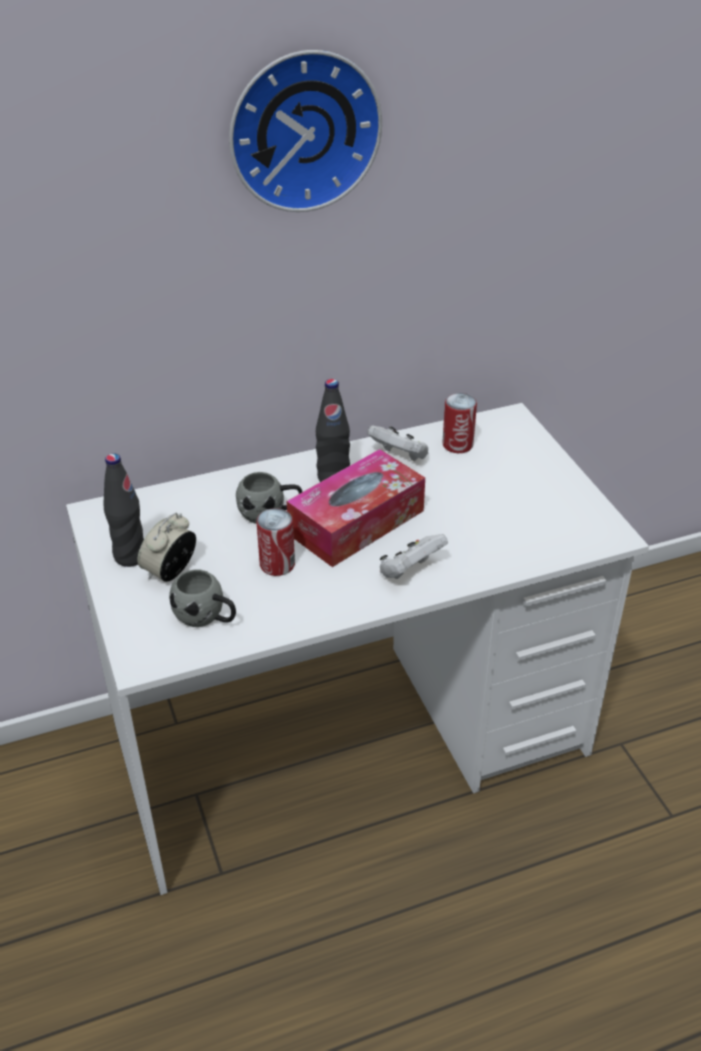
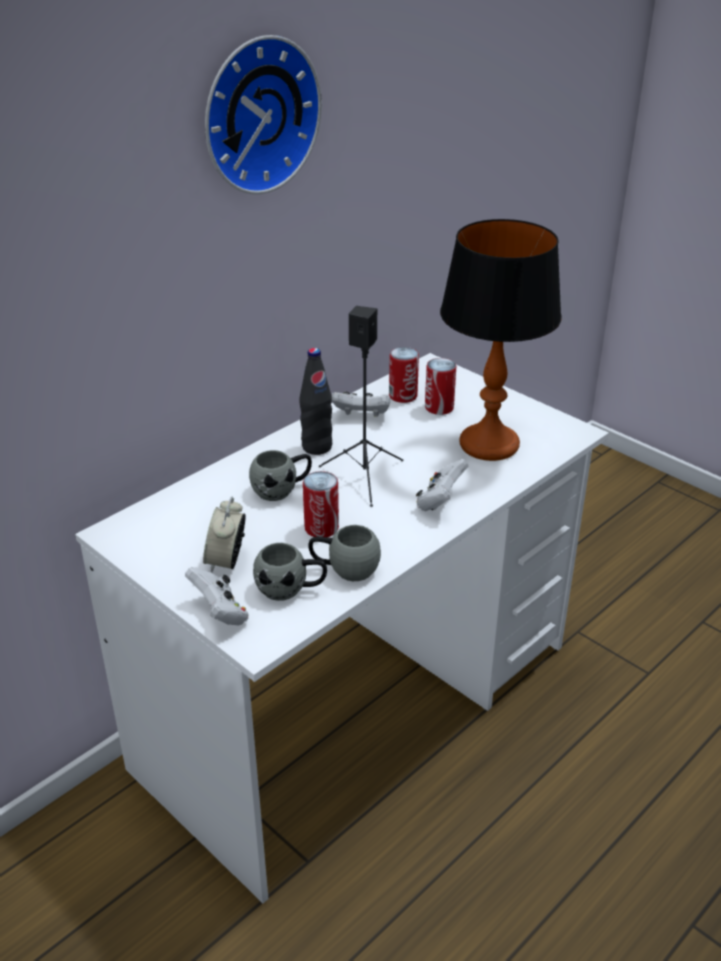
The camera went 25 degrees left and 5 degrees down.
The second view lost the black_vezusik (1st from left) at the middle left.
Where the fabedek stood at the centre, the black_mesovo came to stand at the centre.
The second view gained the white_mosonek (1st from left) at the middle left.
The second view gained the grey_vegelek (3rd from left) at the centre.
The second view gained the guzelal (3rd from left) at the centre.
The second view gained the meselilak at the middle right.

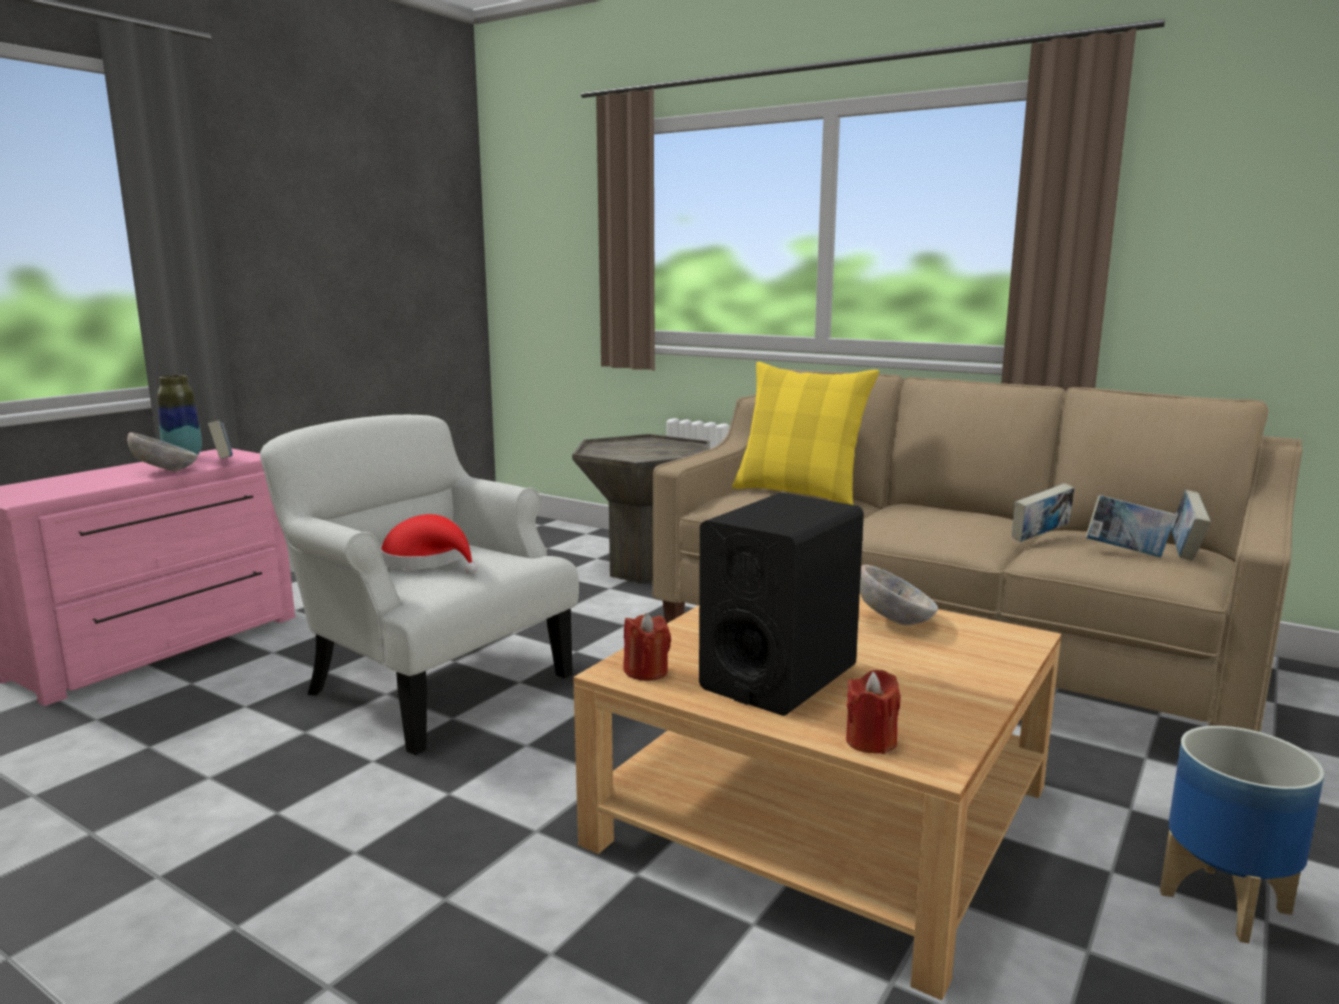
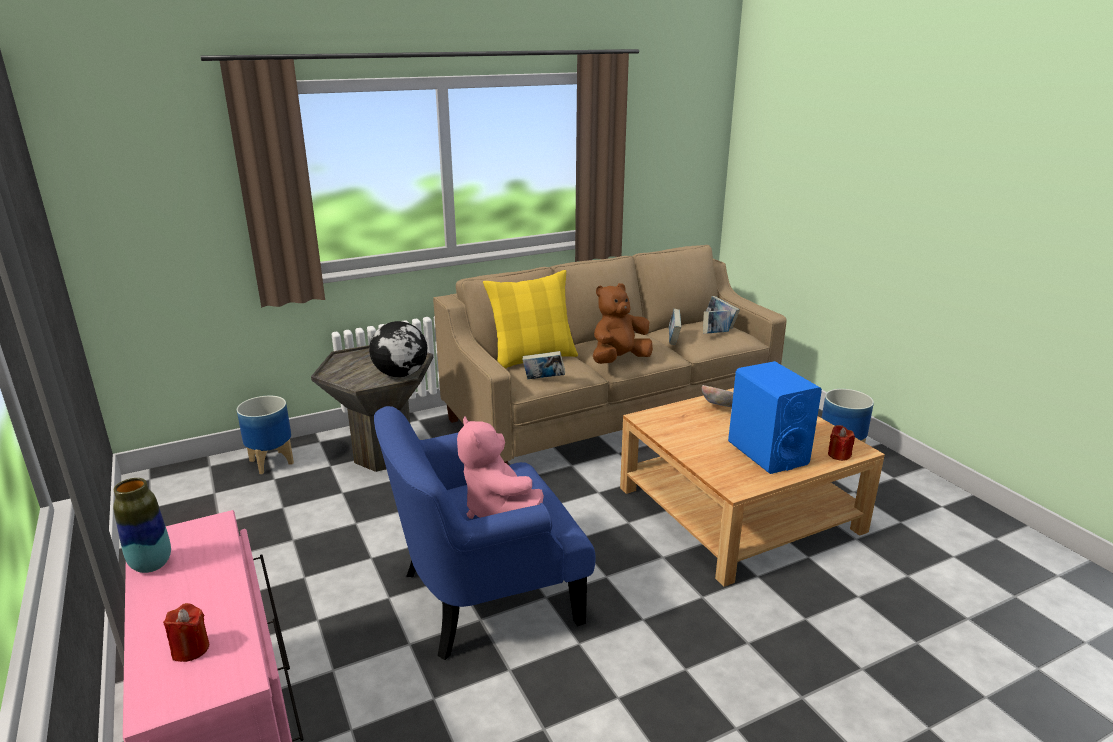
The camera went 60 degrees left and 10 degrees up.
The second view lost the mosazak (1st from left) at the middle left.
The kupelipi (1st from left) ended up elsewhere, having gone from the middle left to the centre.
What was the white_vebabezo at the middle left turned into the blue_vebabezo at the bottom centre.
Where the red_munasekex stood at the middle left, the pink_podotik came to stand at the centre.
The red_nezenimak (1st from left) ended up elsewhere, having gone from the centre to the bottom left.
What was the black_mesovo at the centre turned into the blue_mesovo at the middle right.
The second view gained the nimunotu (1st from left) at the middle left.
The second view gained the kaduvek at the centre.
The second view gained the brown_podotik at the centre.

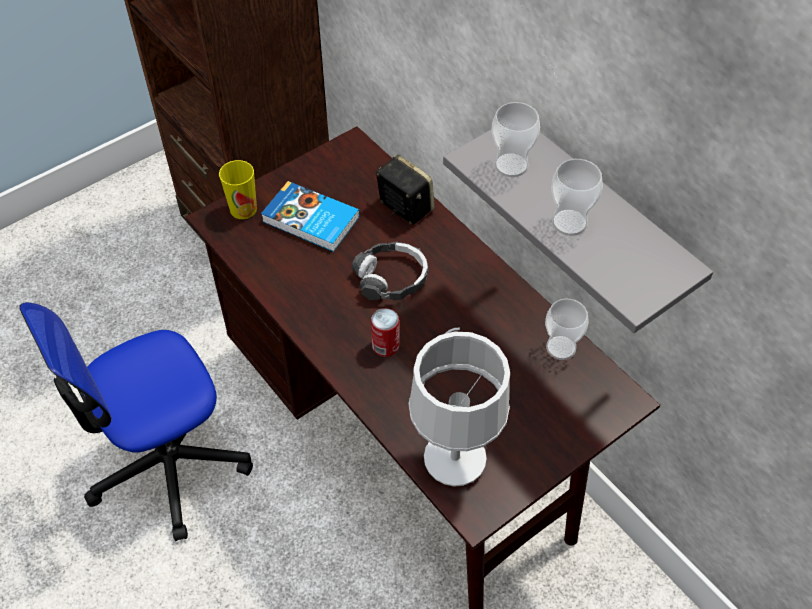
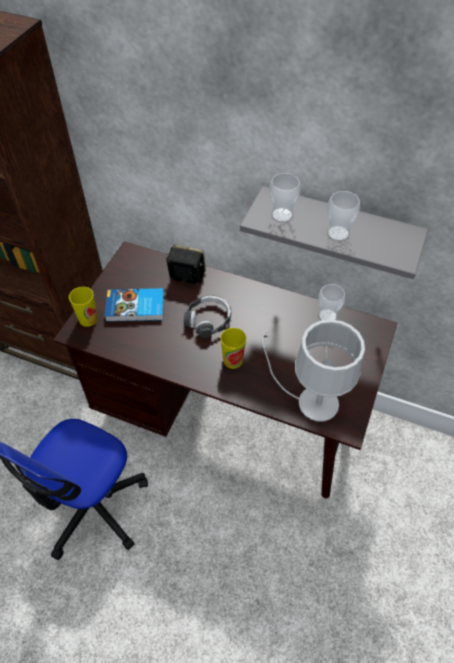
The camera went 30 degrees left and 0 degrees up.
Where the guzelal stood at the centre, the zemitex (2nd from left) came to stand at the centre.

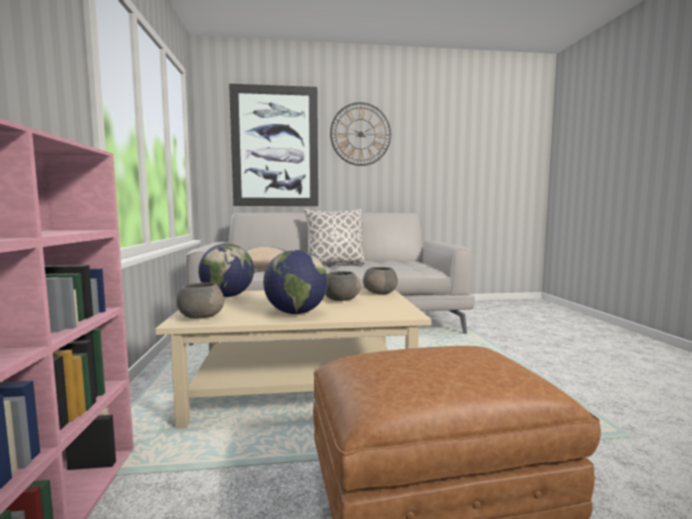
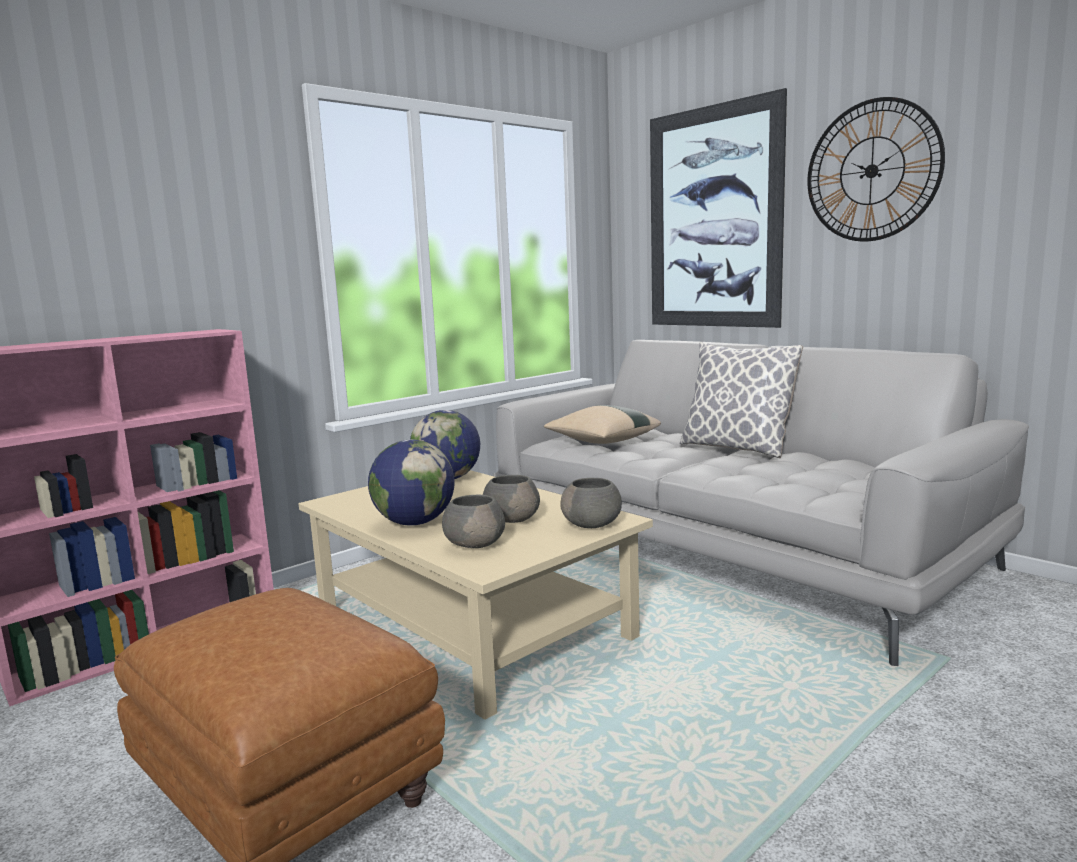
The camera went 55 degrees right and 5 degrees up.
The grey_mosazak (1st from left) ended up elsewhere, having gone from the middle left to the centre.

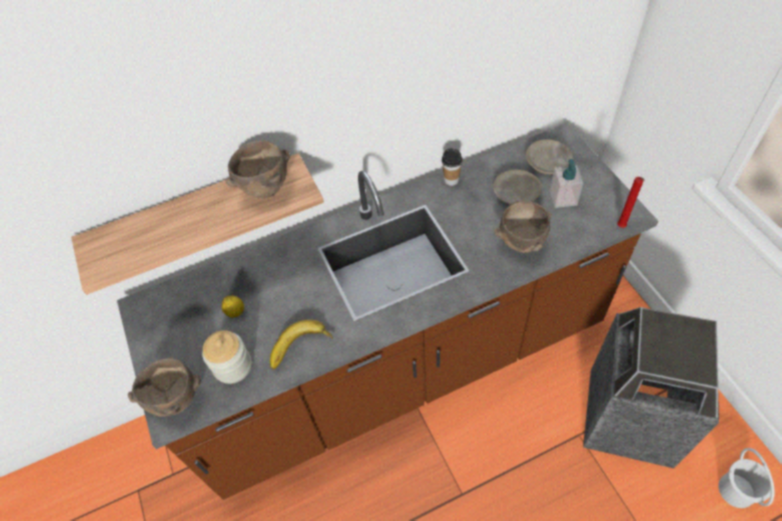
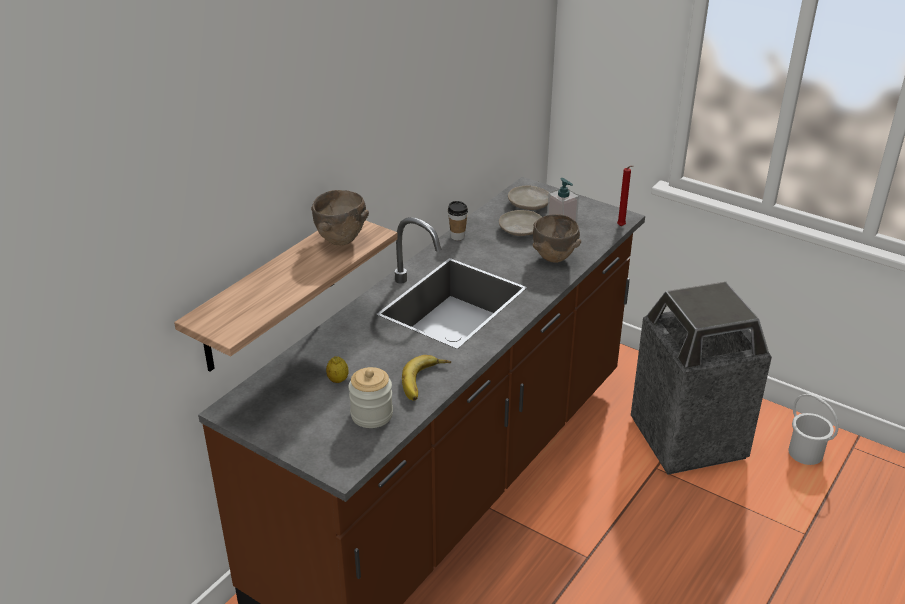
The camera went 35 degrees left and 20 degrees down.
The second view lost the brown_mosazak (1st from left) at the bottom left.

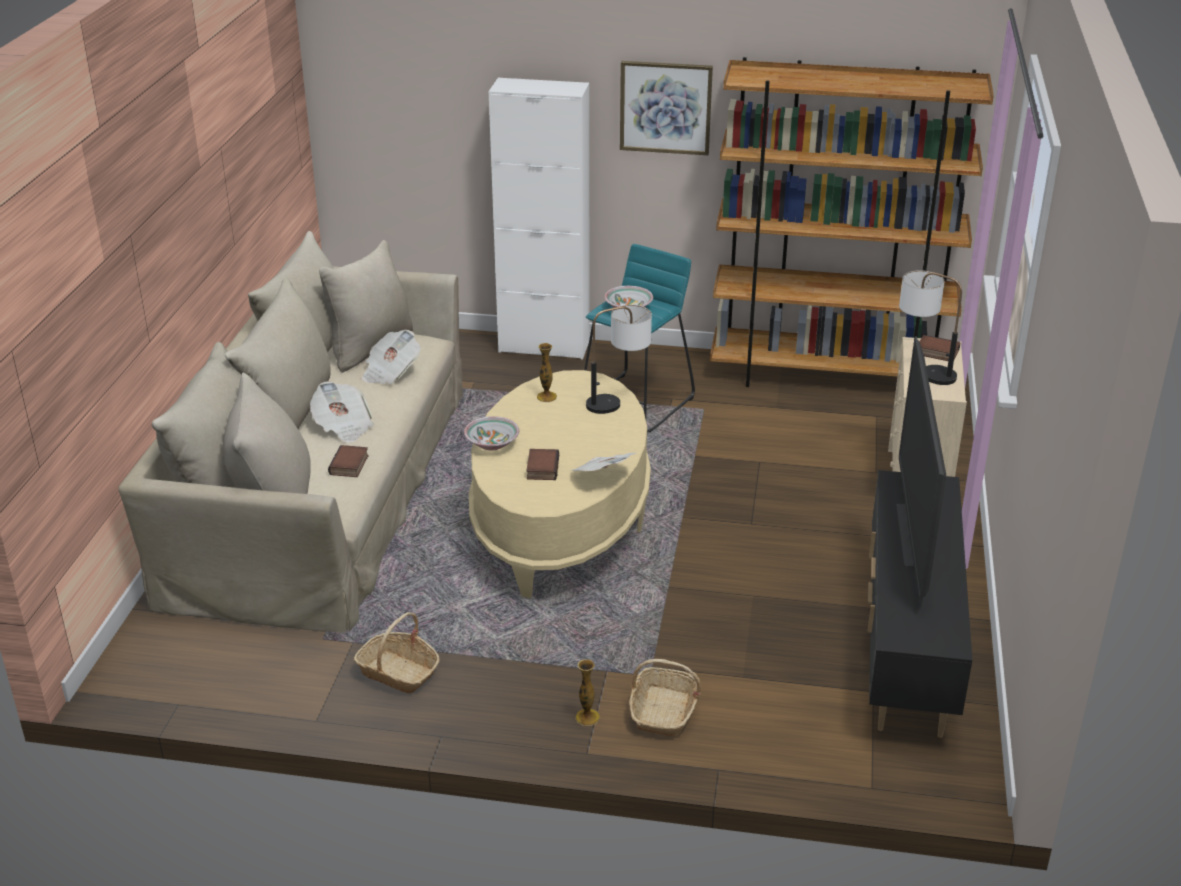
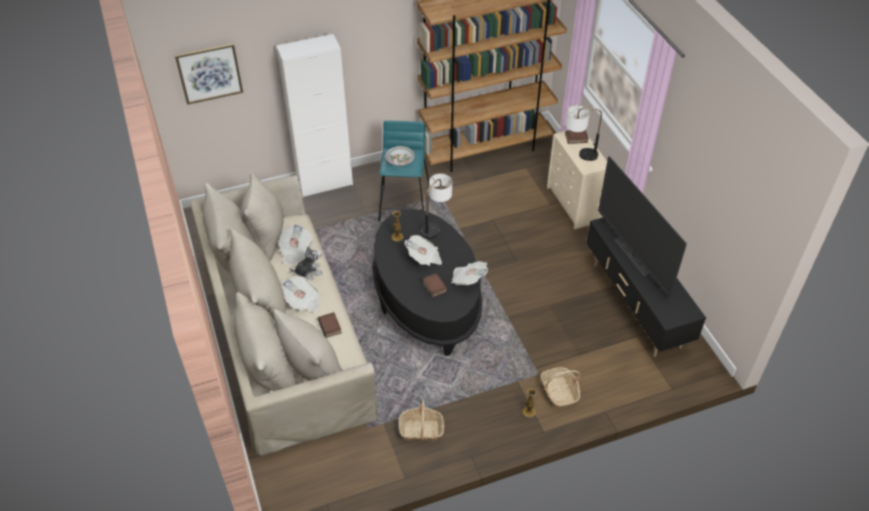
The camera went 30 degrees left and 15 degrees up.
The second view lost the mosazak (1st from left) at the centre.
What was the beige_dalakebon at the centre turned into the black_dalakebon at the centre.
The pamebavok ended up elsewhere, having gone from the top centre to the top left.
The second view gained the podotik at the centre.
The second view gained the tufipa (3rd from left) at the centre.

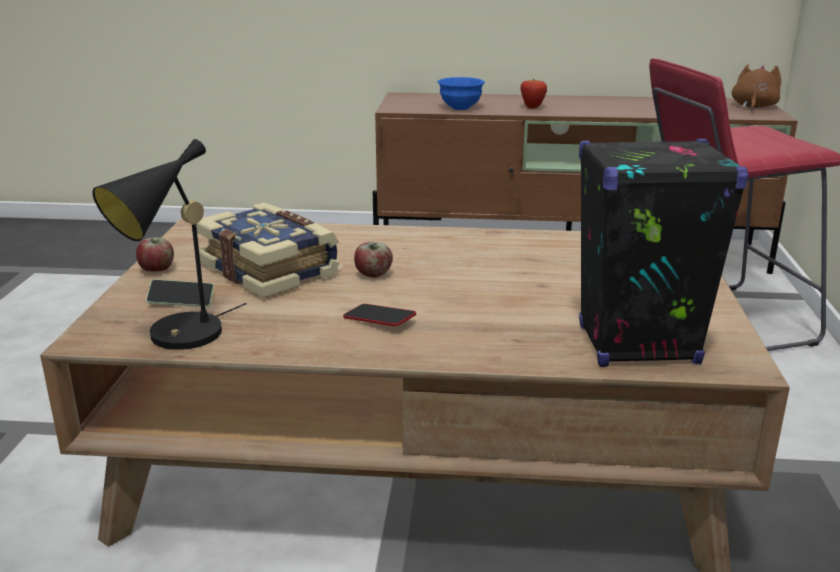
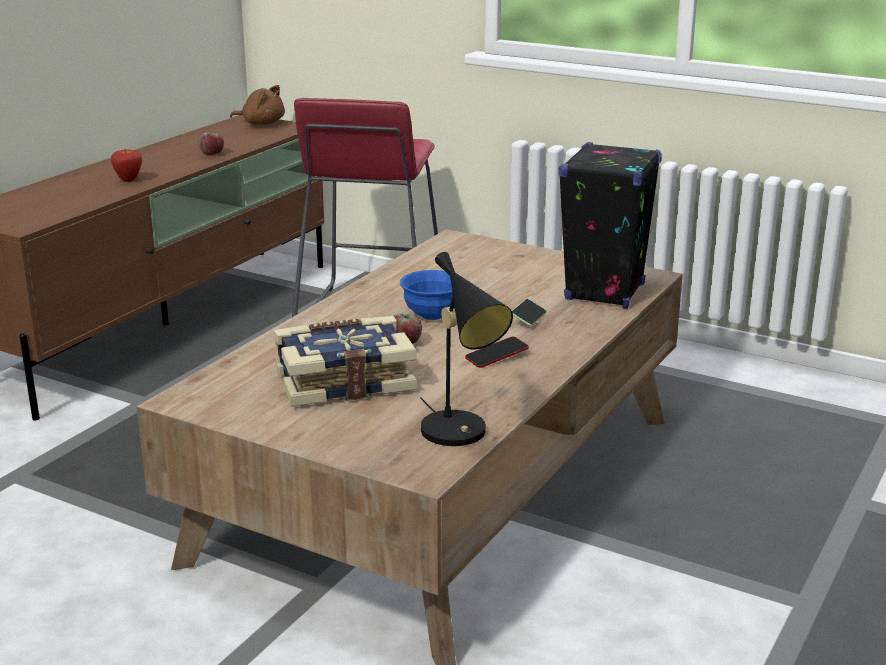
The camera went 65 degrees left and 0 degrees up.
The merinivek (1st from left in the first image) ended up elsewhere, having gone from the middle left to the top left.
The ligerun (1st from left in the first image) ended up elsewhere, having gone from the middle left to the centre.
The blue_mosazak ended up elsewhere, having gone from the top centre to the centre.
The brown_podotik at the top right ended up facing another way, 150 degrees clockwise from before.

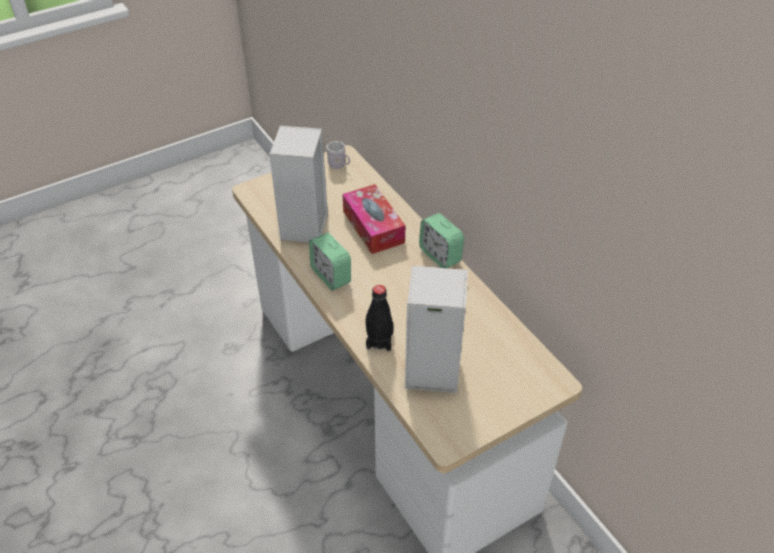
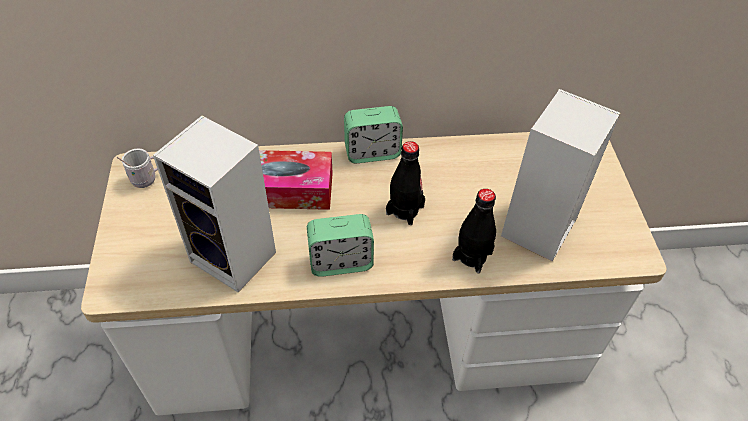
The camera went 65 degrees left and 5 degrees up.
The second view gained the black_vezusik (1st from left) at the centre.

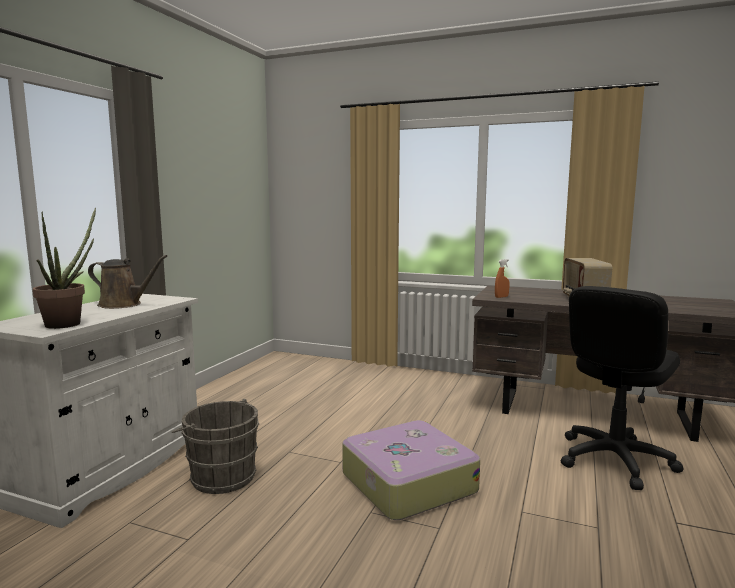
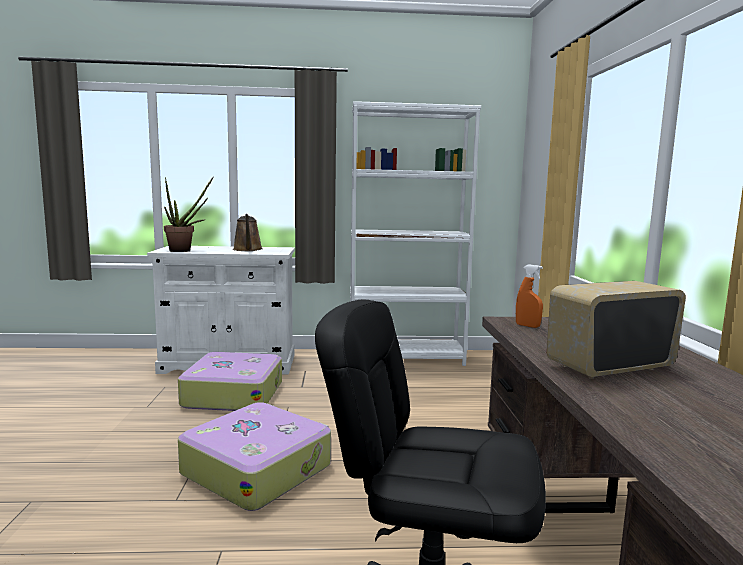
The camera went 65 degrees right and 0 degrees up.
Where the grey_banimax stood at the bottom left, the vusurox (1st from left) came to stand at the bottom left.
The second view gained the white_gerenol at the centre.

